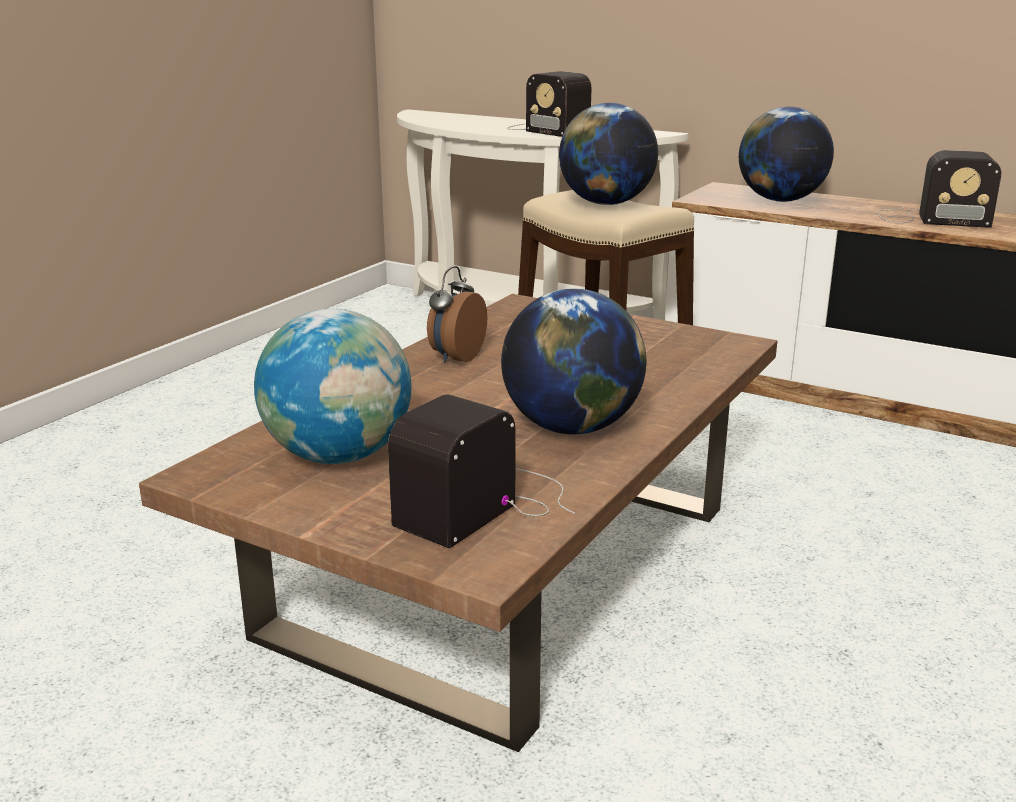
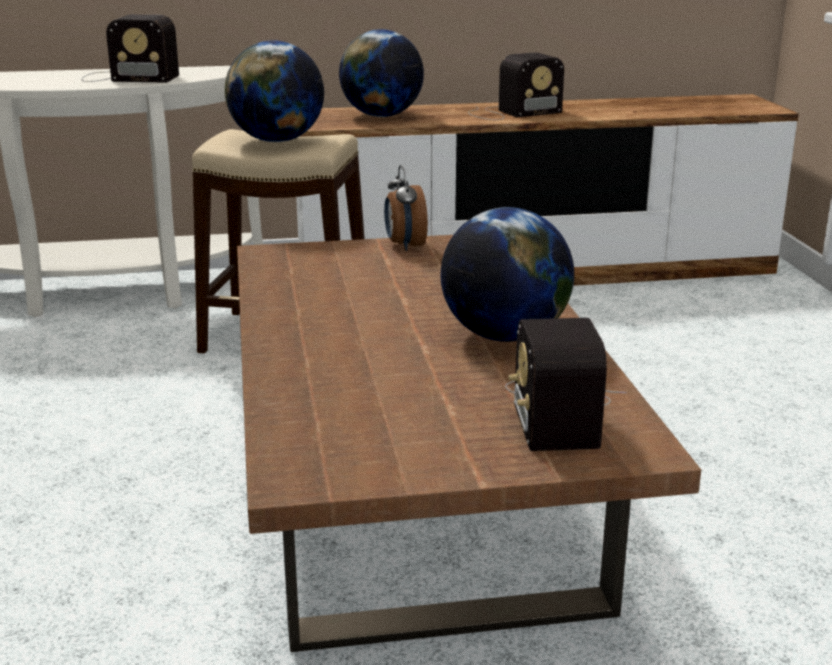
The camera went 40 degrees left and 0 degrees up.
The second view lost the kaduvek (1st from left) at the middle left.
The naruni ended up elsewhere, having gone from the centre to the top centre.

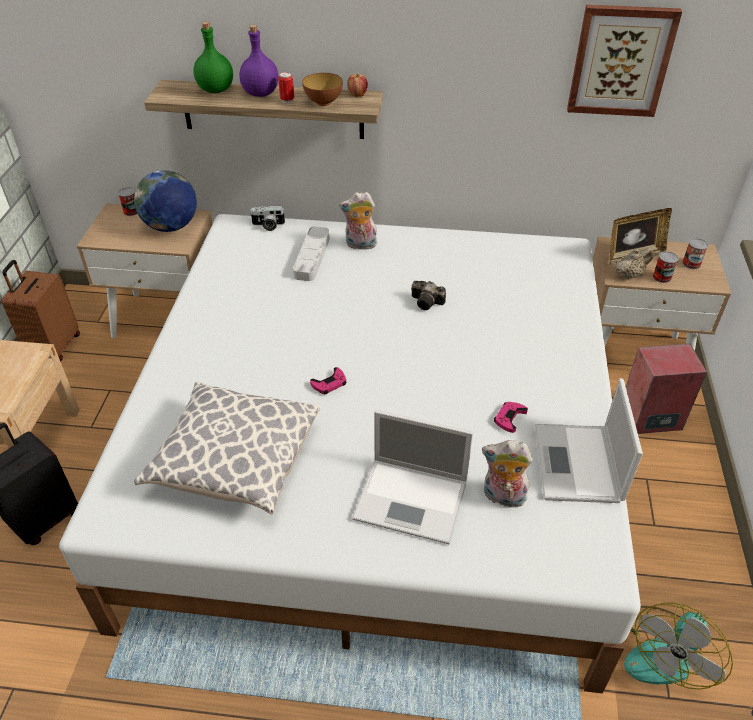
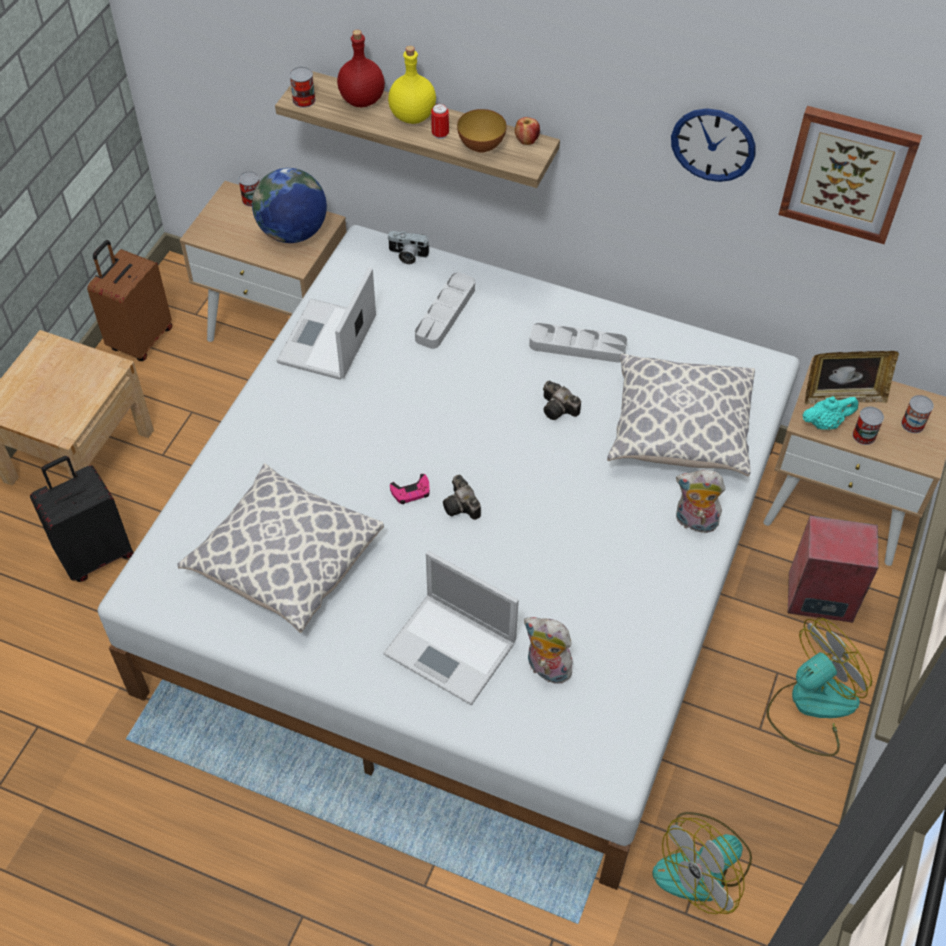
The camera went 15 degrees right and 10 degrees up.
What was the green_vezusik at the top left turned into the red_vezusik at the top centre.
What was the purple_vezusik at the top centre turned into the yellow_vezusik at the top centre.
The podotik (1st from left in the first image) ended up elsewhere, having gone from the top centre to the middle right.
The second view lost the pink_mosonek (2nd from left) at the middle right.
The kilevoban (2nd from left in the first image) ended up elsewhere, having gone from the middle right to the centre.
What was the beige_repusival at the middle right turned into the turquoise_repusival at the middle right.
The second view gained the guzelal (2nd from left) at the top left.
The second view gained the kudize (2nd from left) at the centre.
The second view gained the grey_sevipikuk (2nd from left) at the centre.
The second view gained the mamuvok (2nd from left) at the middle right.
The second view gained the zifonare at the top right.
The second view gained the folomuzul (2nd from left) at the bottom right.

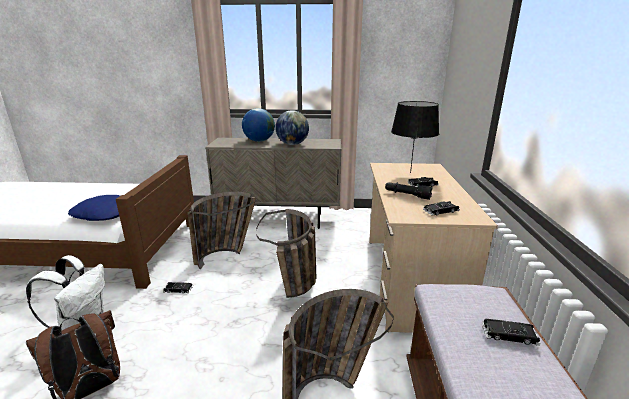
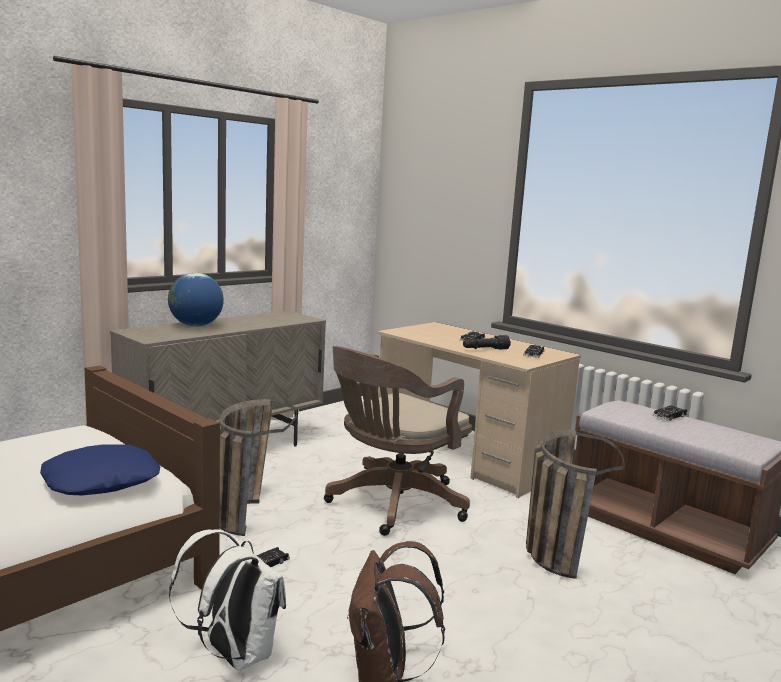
The camera went 50 degrees left and 10 degrees down.
Where the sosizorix (2nd from left) stood at the centre, the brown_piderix came to stand at the centre.
The second view lost the kaduvek (2nd from left) at the top centre.
The second view lost the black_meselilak at the centre.

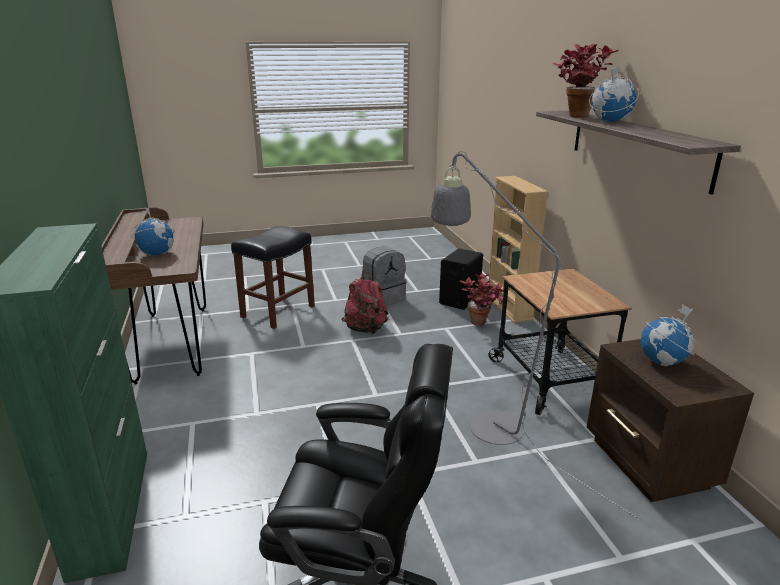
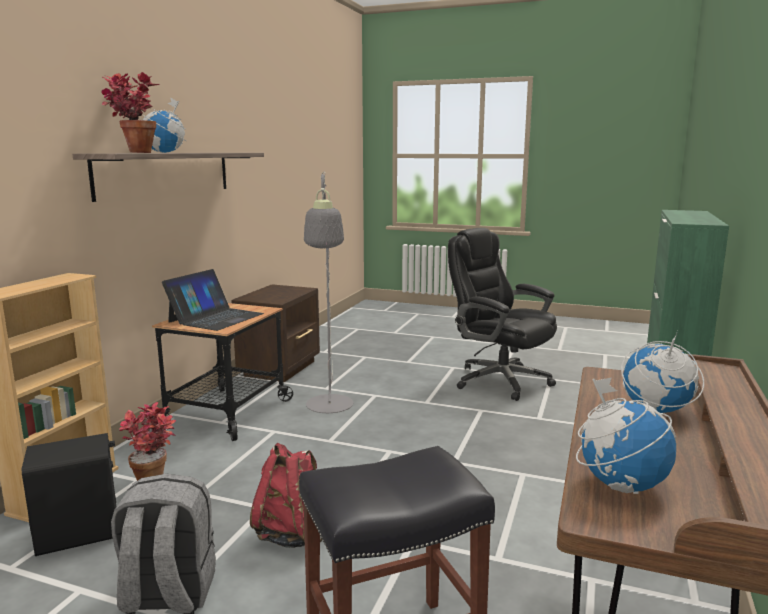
The camera went 145 degrees left and 10 degrees down.
The kaduvek (3rd from left in the first image) ended up elsewhere, having gone from the middle right to the bottom right.
The second view gained the kilevoban at the middle left.

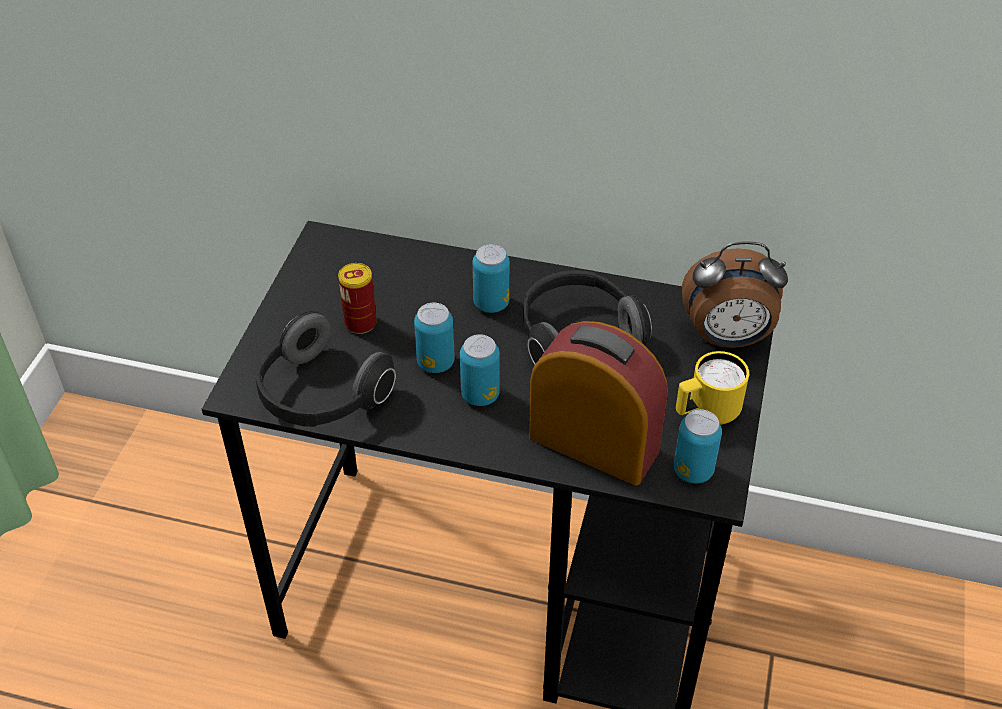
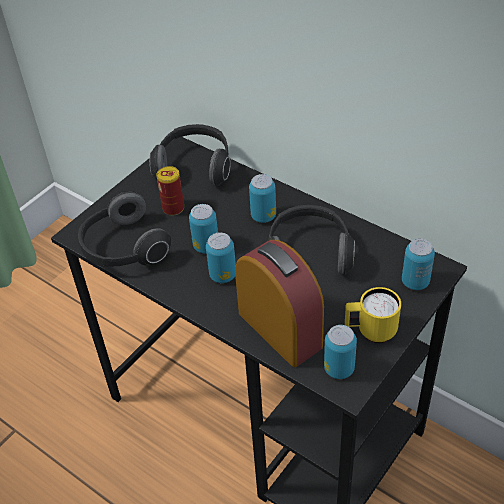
The camera went 25 degrees right and 0 degrees up.
Where the naruni (2nd from left) stood at the middle right, the guzelal (6th from left) came to stand at the middle right.
The second view gained the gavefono (2nd from left) at the top centre.

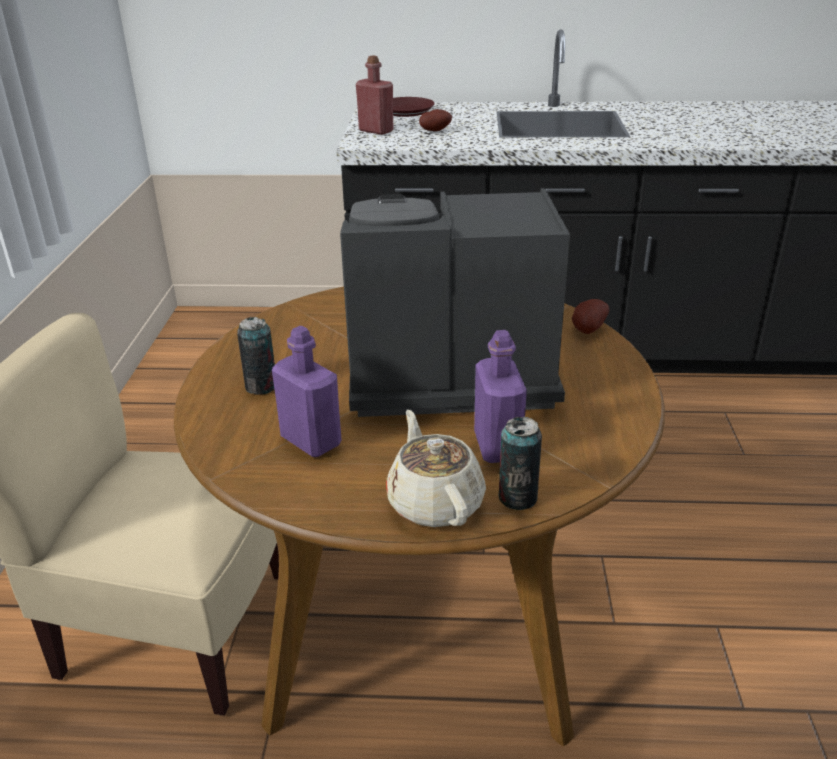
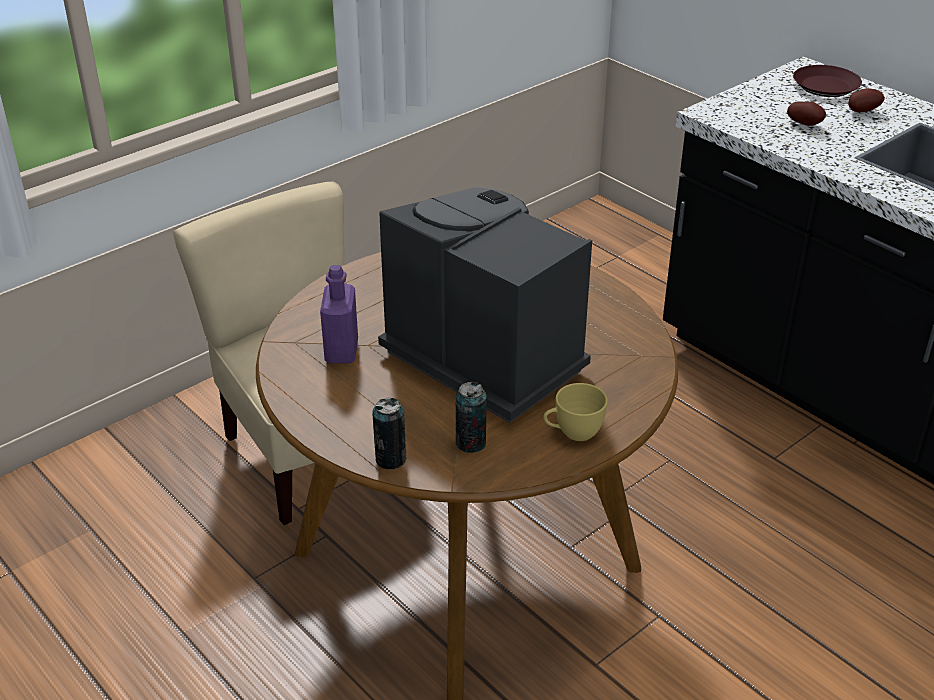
The camera went 45 degrees right and 5 degrees up.
The guzelal (1st from left in the first image) ended up elsewhere, having gone from the middle left to the centre.
The second view lost the red_vezusik at the top centre.
The second view lost the beige_repusival at the centre.
The second view lost the purple_vezusik (2nd from left) at the centre.
The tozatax (2nd from left) ended up elsewhere, having gone from the middle right to the top right.
The second view gained the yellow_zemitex at the centre.

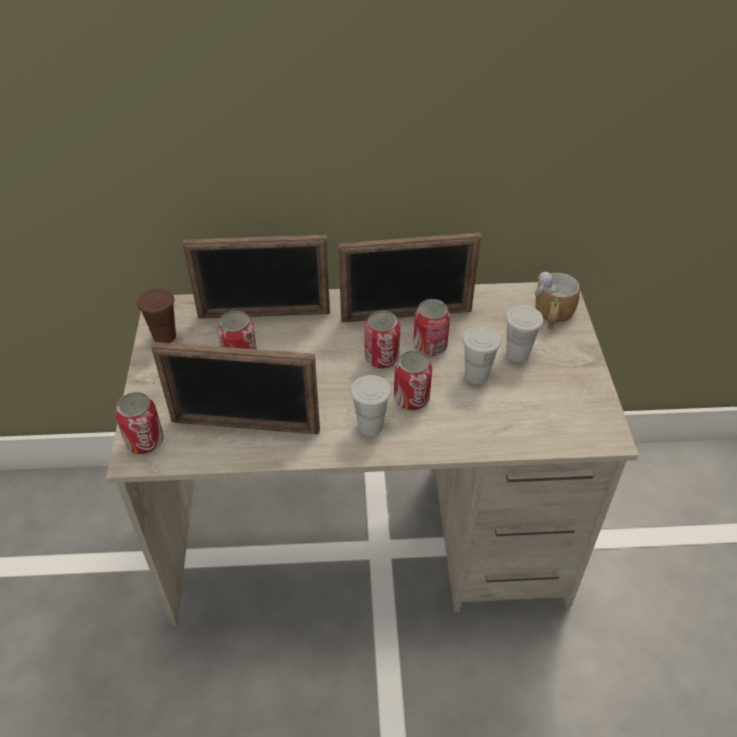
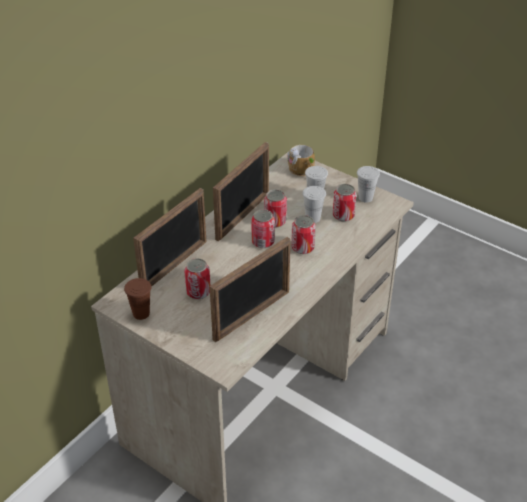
The camera went 50 degrees left and 5 degrees down.
The guzelal (1st from left in the first image) ended up elsewhere, having gone from the middle left to the centre.
The white_zemitex (1st from left in the first image) ended up elsewhere, having gone from the centre to the middle right.

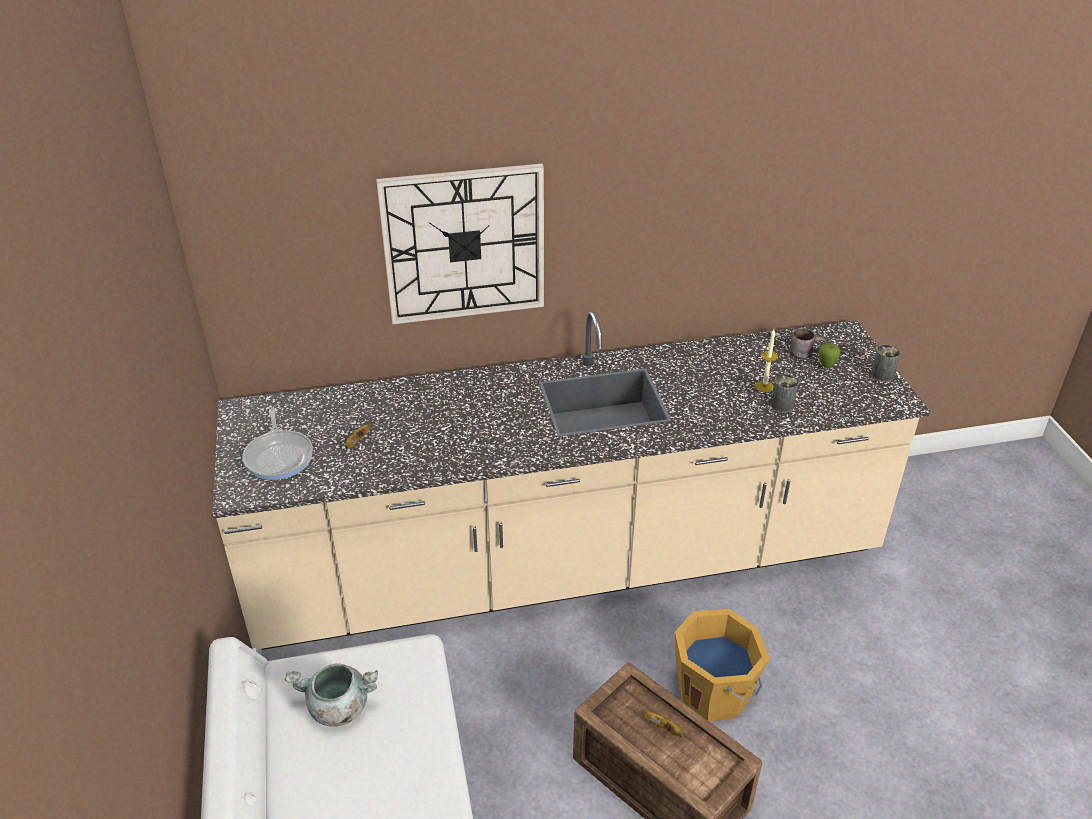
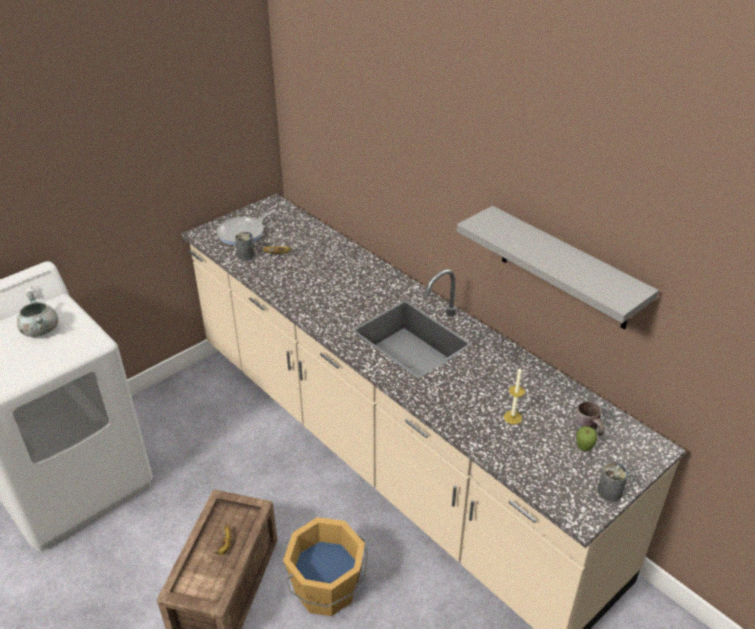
The camera went 60 degrees right and 0 degrees up.
The second view lost the zifonare at the top centre.
The guzelal (1st from left) ended up elsewhere, having gone from the middle right to the middle left.
The second view gained the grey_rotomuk at the middle right.

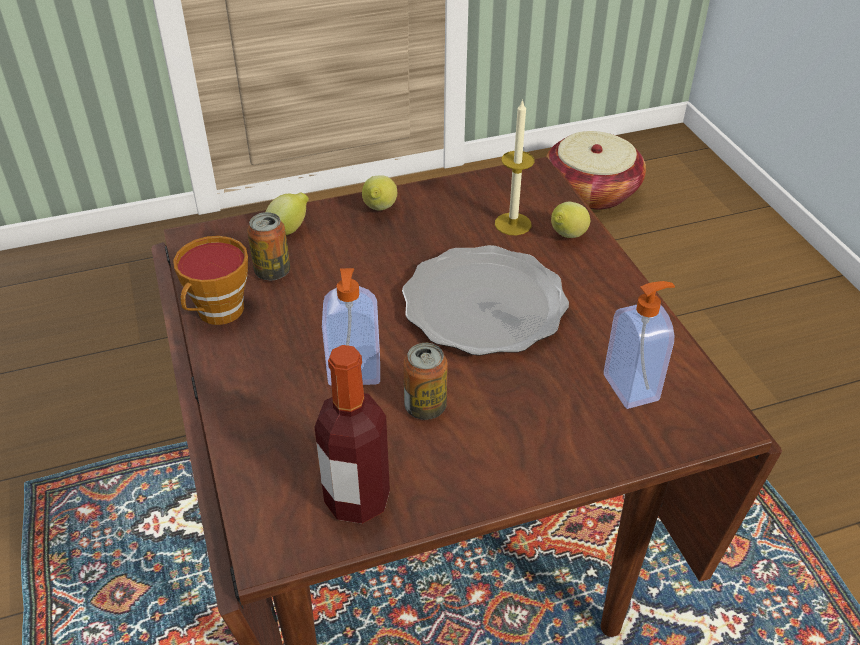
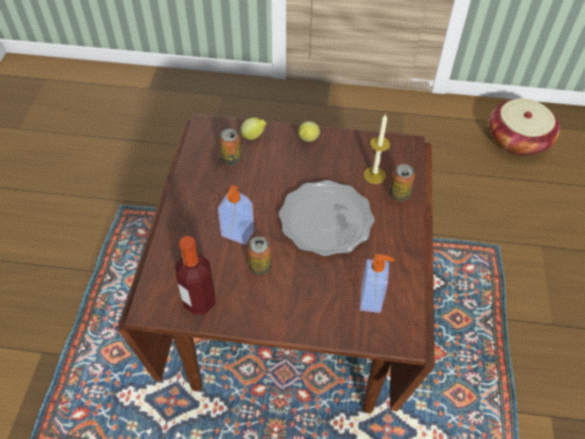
The camera went 25 degrees right and 10 degrees up.
The second view lost the zemitex at the middle left.
Where the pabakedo (3rd from left) stood at the centre, the guzelal (3rd from left) came to stand at the middle right.

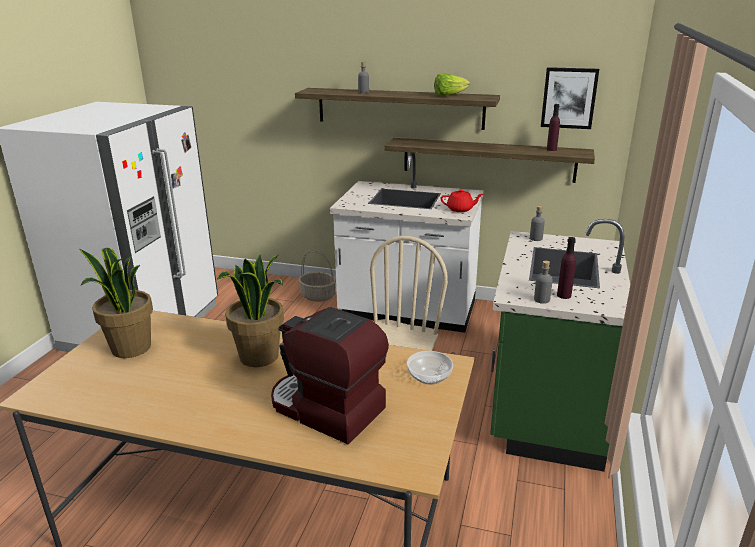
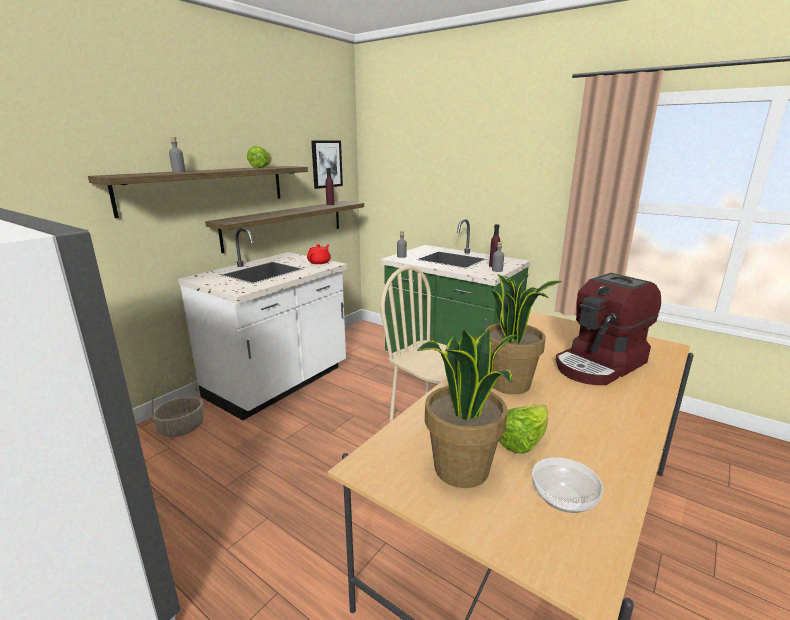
The camera went 70 degrees left and 5 degrees down.
The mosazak ended up elsewhere, having gone from the bottom centre to the bottom right.
The second view gained the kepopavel (2nd from left) at the bottom centre.

